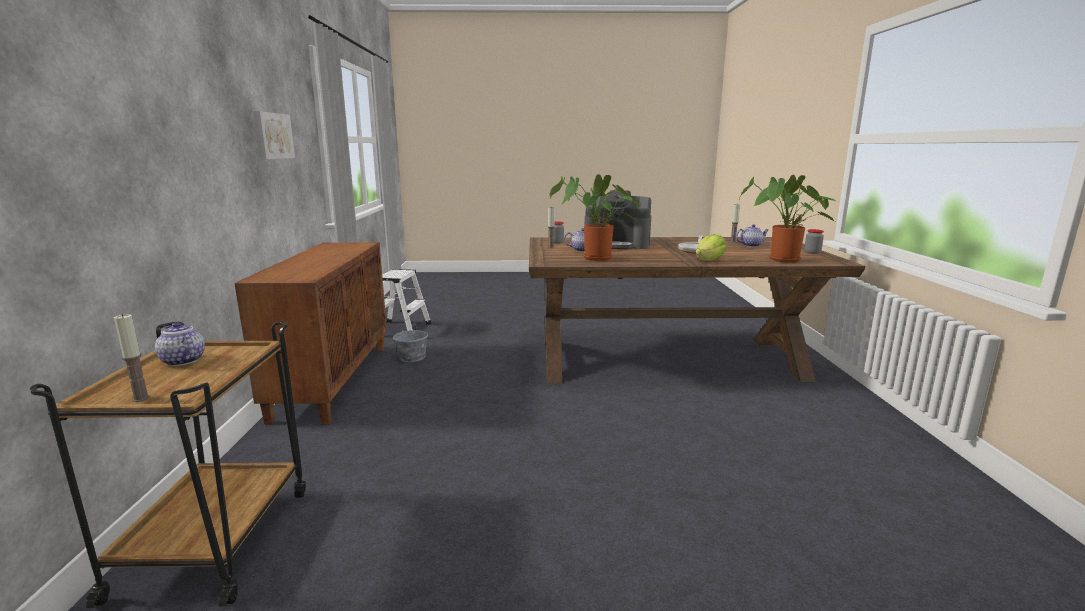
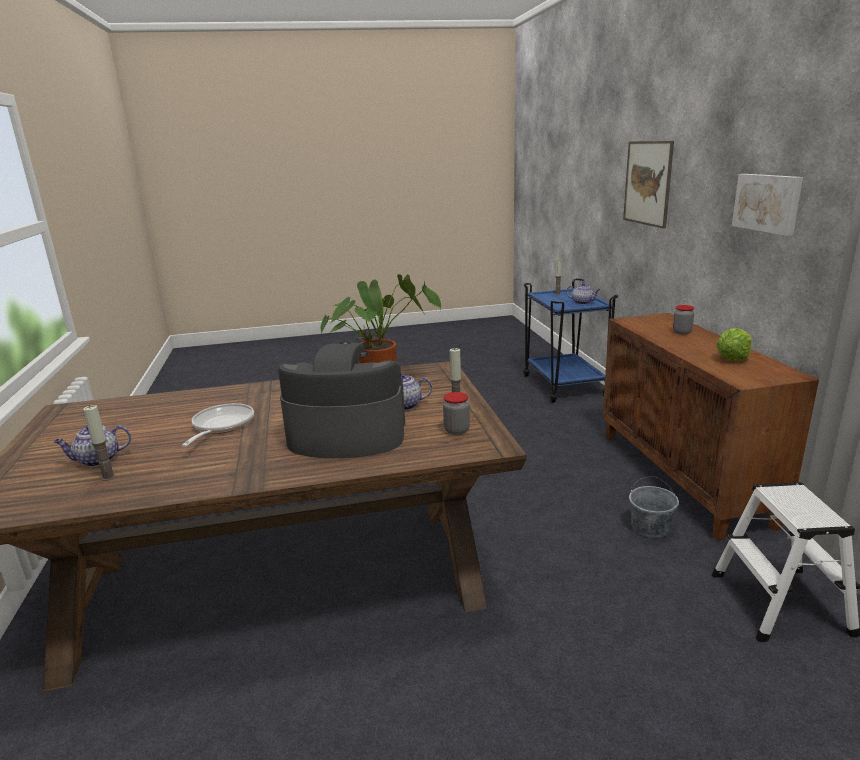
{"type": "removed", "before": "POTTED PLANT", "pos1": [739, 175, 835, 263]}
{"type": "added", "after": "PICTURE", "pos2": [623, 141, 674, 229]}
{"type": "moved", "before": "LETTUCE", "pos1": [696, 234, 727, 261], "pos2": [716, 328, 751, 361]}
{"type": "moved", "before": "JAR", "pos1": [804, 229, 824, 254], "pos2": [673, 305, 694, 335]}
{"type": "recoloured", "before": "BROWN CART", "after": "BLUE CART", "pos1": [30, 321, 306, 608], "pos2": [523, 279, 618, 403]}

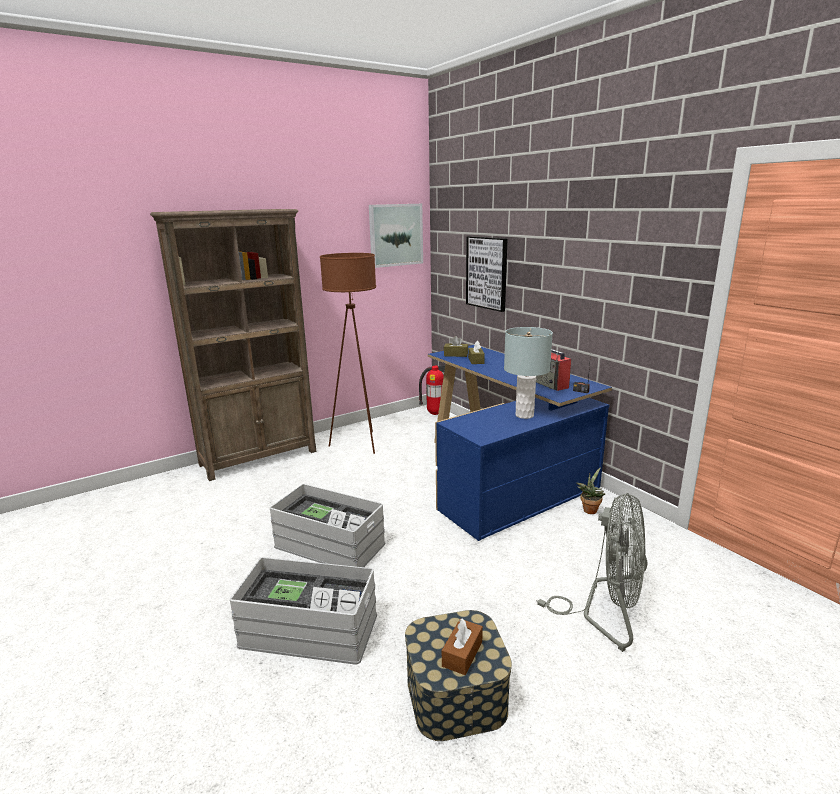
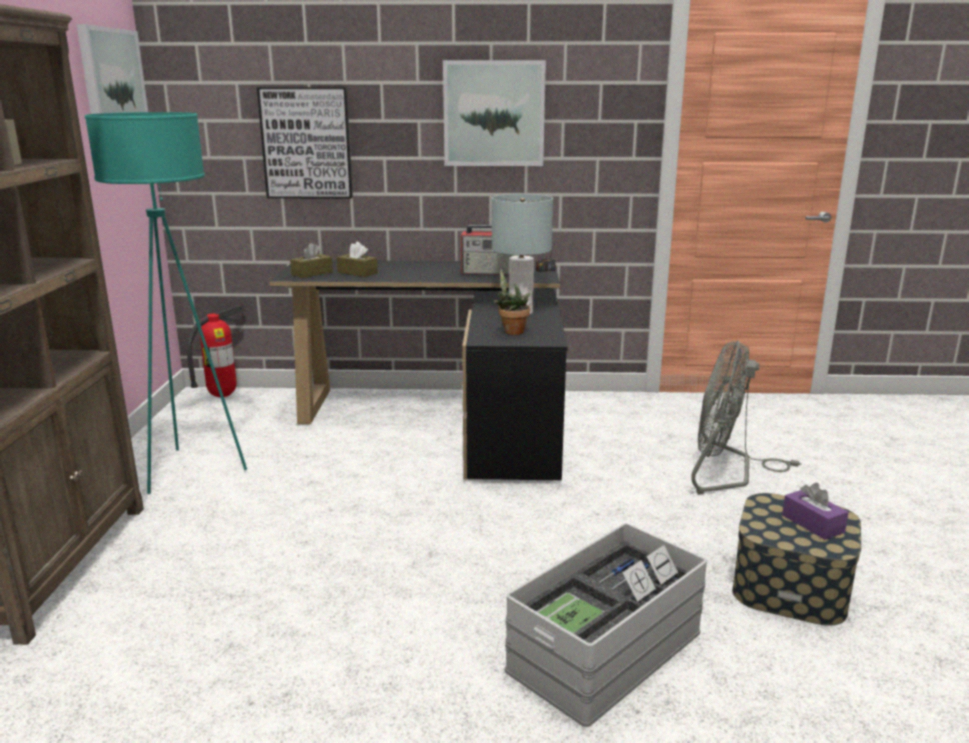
{"type": "removed", "before": "GREY STORAGE BOX", "pos1": [270, 484, 386, 567]}
{"type": "added", "after": "PICTURE", "pos2": [443, 60, 546, 166]}
{"type": "moved", "before": "POTTED PLANT", "pos1": [577, 467, 605, 514], "pos2": [493, 269, 530, 335]}
{"type": "recoloured", "before": "BROWN FLOOR LAMP", "after": "TURQUOISE FLOOR LAMP", "pos1": [320, 253, 376, 454], "pos2": [85, 112, 247, 494]}
{"type": "recoloured", "before": "BLUE DESK", "after": "BLACK DESK", "pos1": [428, 345, 612, 541], "pos2": [270, 260, 568, 480]}
{"type": "recoloured", "before": "BROWN TISSUE BOX", "after": "PURPLE TISSUE BOX", "pos1": [442, 618, 483, 675], "pos2": [782, 483, 849, 540]}
{"type": "turned", "before": "GREY FAN", "pos1": [536, 493, 648, 652], "pos2": [691, 340, 802, 495], "turn": -135}

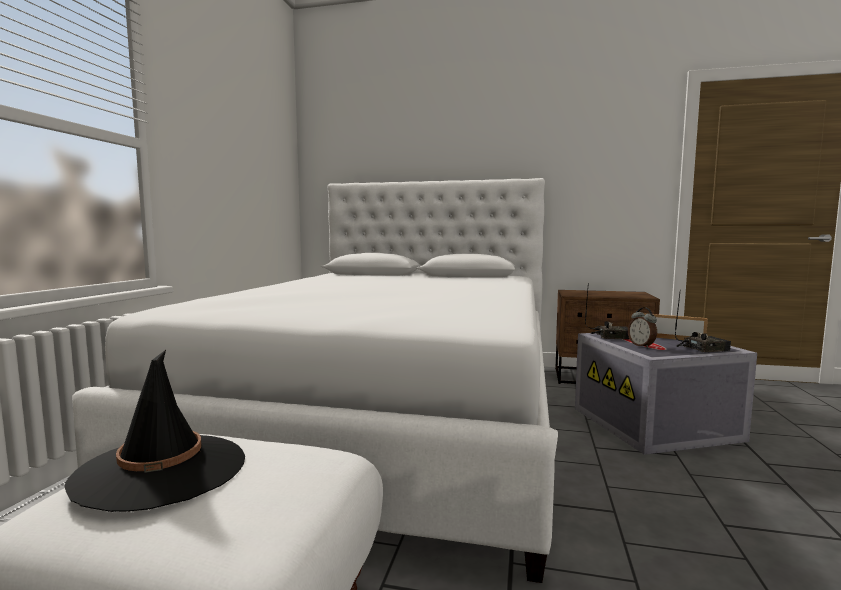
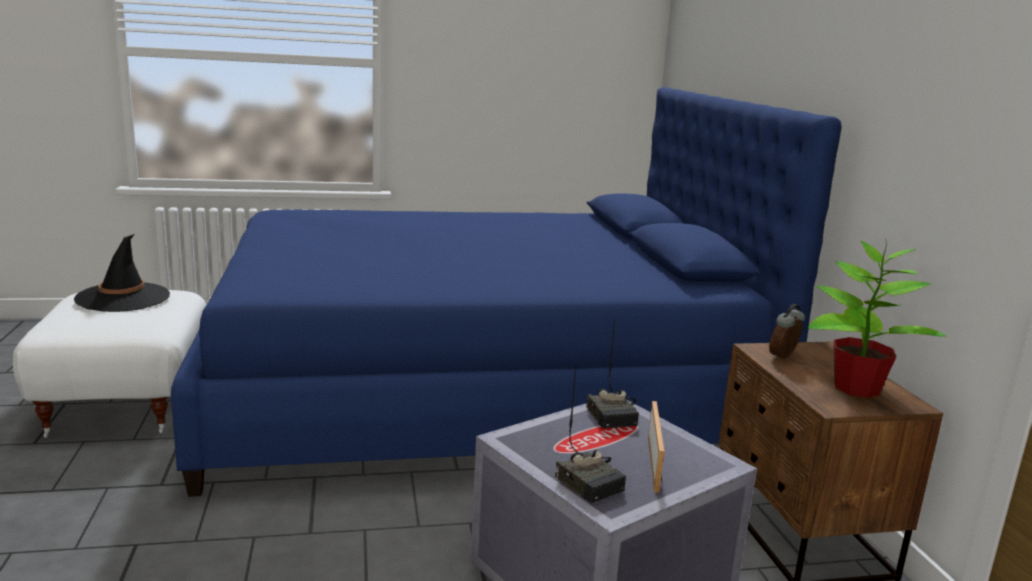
{"type": "added", "after": "POTTED PLANT", "pos2": [808, 239, 946, 398]}
{"type": "moved", "before": "ALARM CLOCK", "pos1": [628, 307, 657, 348], "pos2": [769, 304, 805, 360]}
{"type": "recoloured", "before": "WHITE BED", "after": "BLUE BED", "pos1": [72, 178, 558, 583], "pos2": [171, 87, 842, 497]}

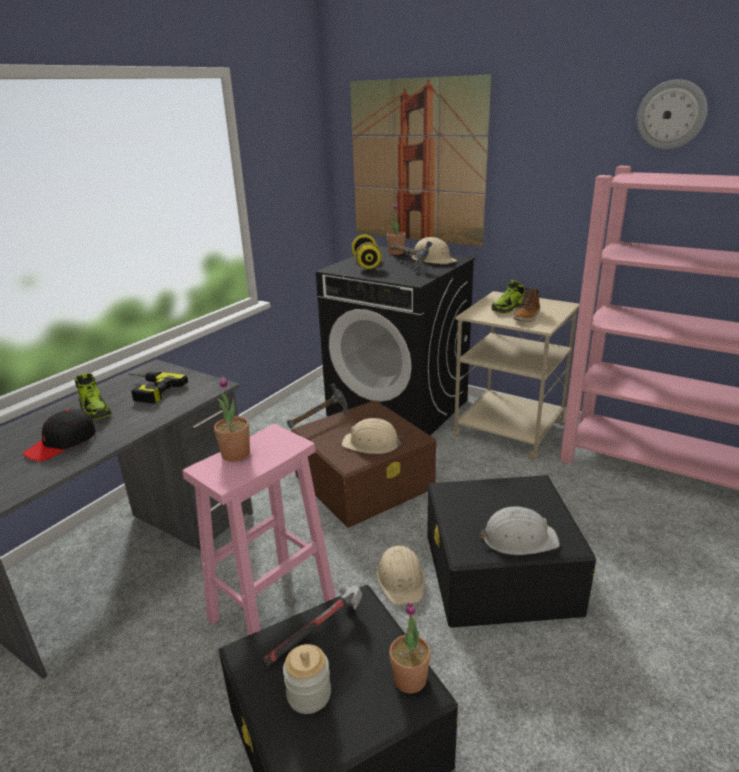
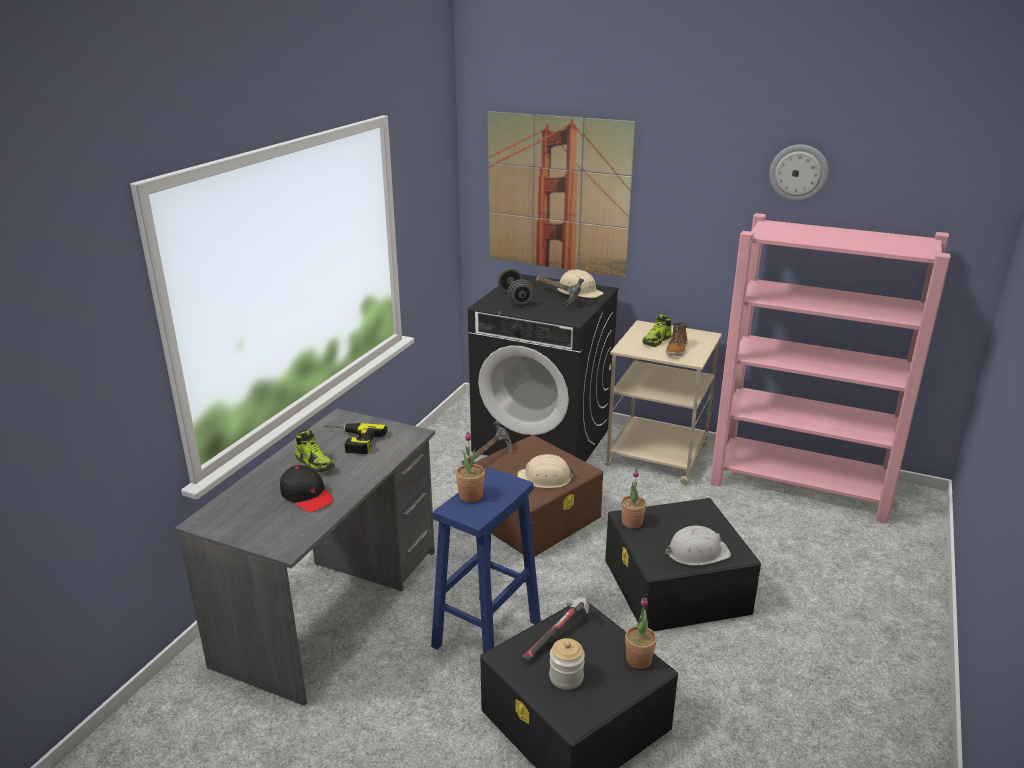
{"type": "removed", "before": "BEIGE HARD HAT", "pos1": [376, 545, 425, 605]}
{"type": "moved", "before": "POTTED PLANT", "pos1": [387, 204, 406, 255], "pos2": [621, 470, 646, 529]}
{"type": "recoloured", "before": "PINK STOOL", "after": "BLUE STOOL", "pos1": [182, 424, 336, 635], "pos2": [431, 468, 541, 653]}
{"type": "recoloured", "before": "YELLOW DUMBBELL", "after": "GREY DUMBBELL", "pos1": [352, 235, 382, 269], "pos2": [498, 268, 533, 305]}
{"type": "turned", "before": "BLACK CAP", "pos1": [23, 409, 96, 462], "pos2": [280, 465, 334, 512], "turn": -75}

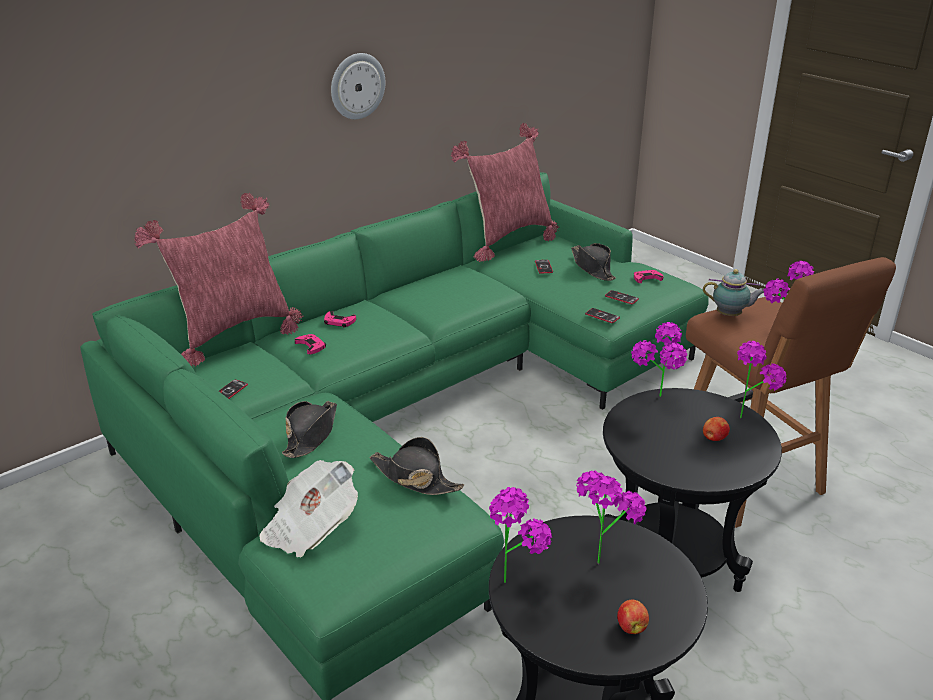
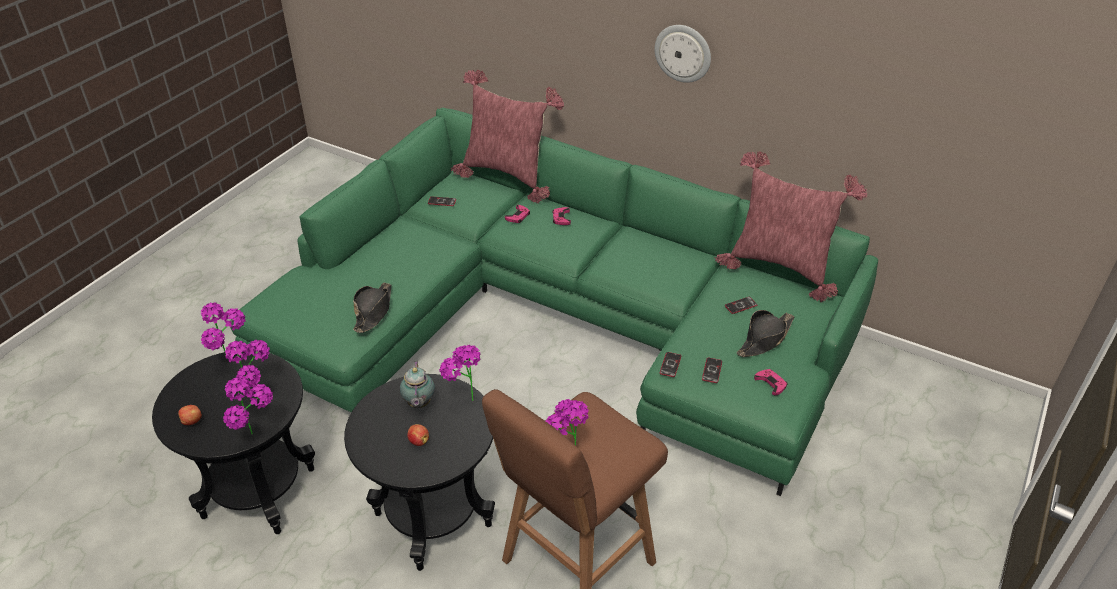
{"type": "removed", "before": "NEWSPAPER", "pos1": [259, 460, 358, 557]}
{"type": "removed", "before": "BLACK HAT", "pos1": [282, 401, 337, 458]}
{"type": "moved", "before": "TEAPOT", "pos1": [703, 269, 765, 316], "pos2": [400, 361, 435, 408]}
{"type": "moved", "before": "POTTED PLANT", "pos1": [737, 341, 786, 418], "pos2": [223, 377, 273, 434]}

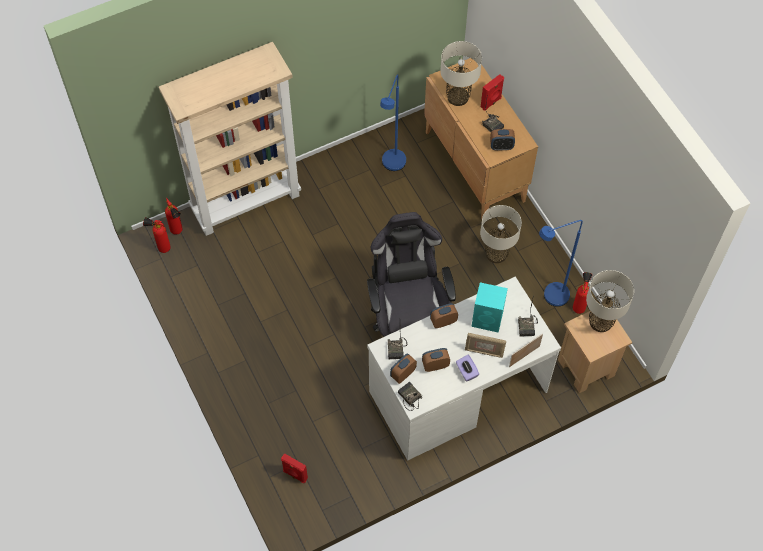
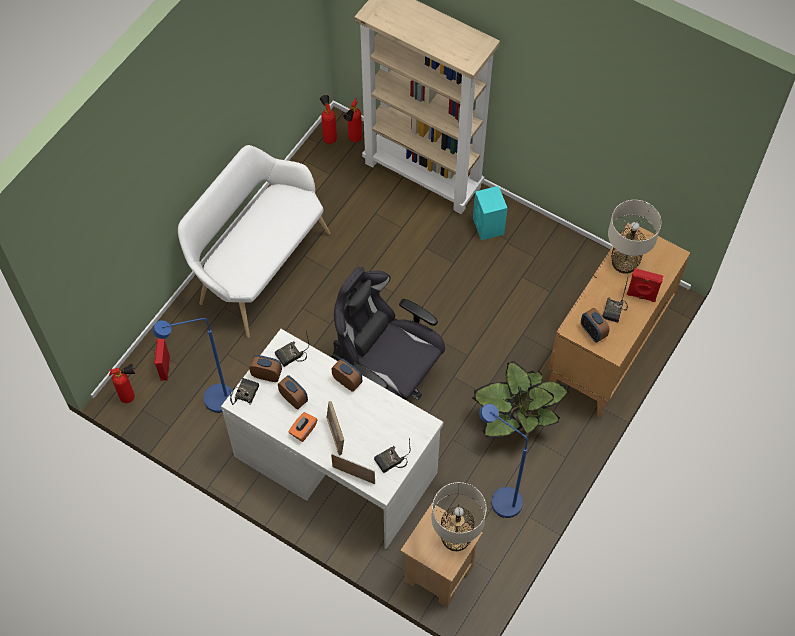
{"type": "added", "after": "WHITE BENCH", "pos2": [178, 145, 330, 338]}
{"type": "moved", "before": "BLUE FLOOR LAMP", "pos1": [380, 74, 406, 171], "pos2": [153, 318, 232, 413]}
{"type": "moved", "before": "TURQUOISE SPEAKER", "pos1": [471, 282, 508, 333], "pos2": [473, 186, 507, 240]}
{"type": "moved", "before": "FIRE EXTINGUISHER", "pos1": [573, 272, 592, 314], "pos2": [109, 364, 135, 403]}
{"type": "replaced", "before": "TABLE LAMP", "after": "POTTED PLANT", "pos1": [480, 205, 522, 263], "pos2": [472, 361, 569, 438]}
{"type": "recoloured", "before": "PURPLE TISSUE BOX", "after": "ORANGE TISSUE BOX", "pos1": [456, 355, 479, 382], "pos2": [289, 412, 318, 442]}
{"type": "turned", "before": "BLACK OFFICE CHAIR", "pos1": [367, 212, 456, 337], "pos2": [331, 267, 445, 400], "turn": -105}

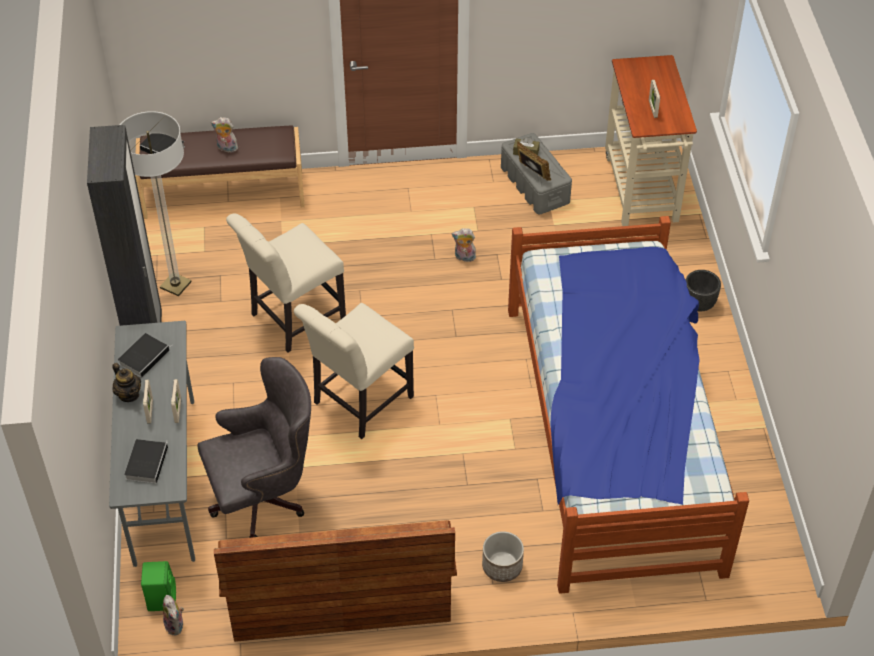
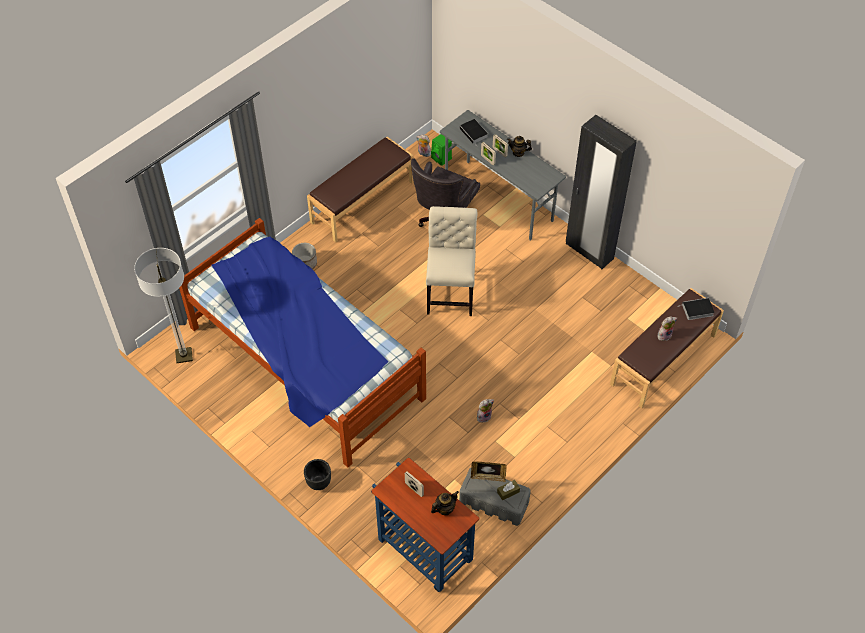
{"type": "removed", "before": "BOOK", "pos1": [118, 333, 172, 378]}
{"type": "removed", "before": "BEIGE CHAIR", "pos1": [226, 213, 346, 353]}
{"type": "added", "after": "TEAPOT", "pos2": [431, 491, 459, 515]}
{"type": "moved", "before": "FLOOR LAMP", "pos1": [120, 111, 192, 296], "pos2": [134, 248, 193, 363]}
{"type": "replaced", "before": "BROWN DRESSER", "after": "BROWN BENCH", "pos1": [214, 520, 457, 642], "pos2": [307, 137, 414, 243]}
{"type": "recoloured", "before": "BEIGE CART", "after": "BLUE CART", "pos1": [605, 55, 697, 226], "pos2": [371, 458, 479, 592]}

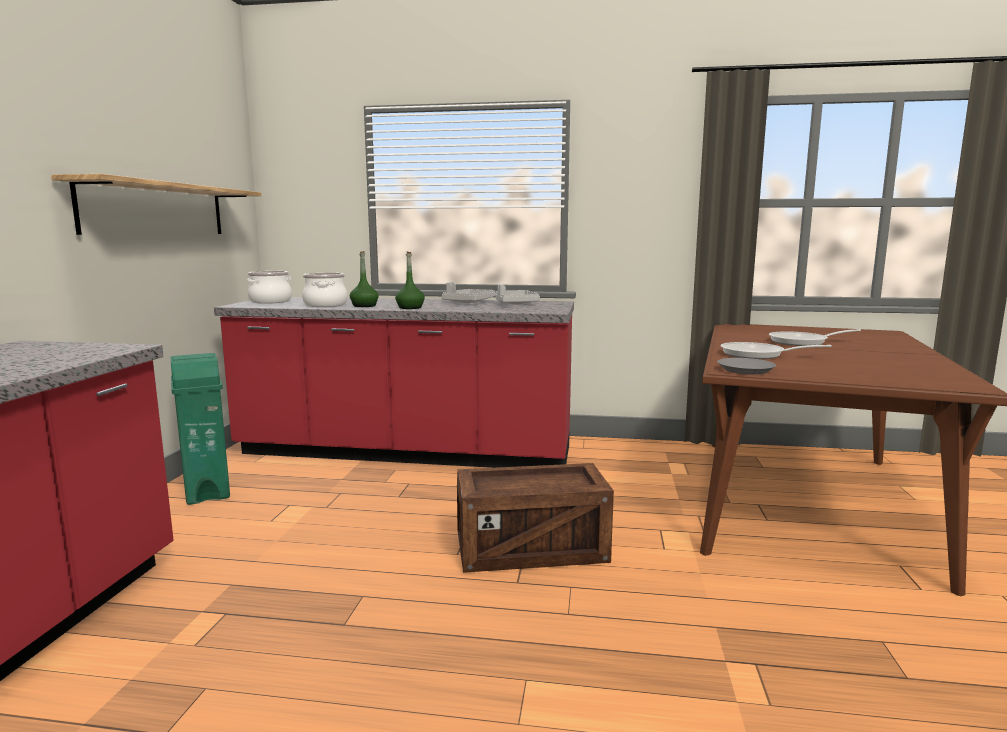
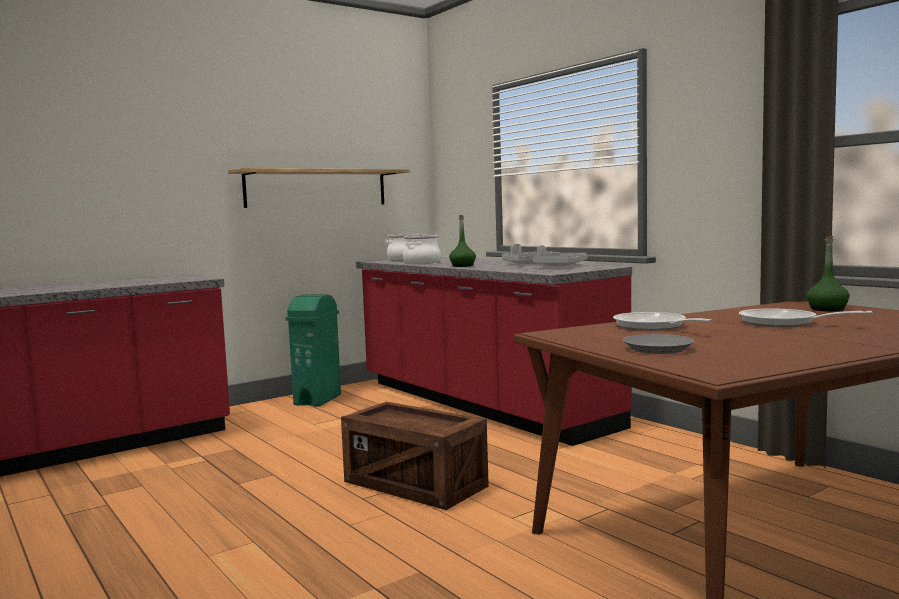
{"type": "moved", "before": "GREEN BOTTLE", "pos1": [350, 251, 379, 307], "pos2": [806, 236, 850, 311]}
{"type": "moved", "before": "GREY PLATE", "pos1": [717, 358, 776, 375], "pos2": [623, 334, 694, 354]}

